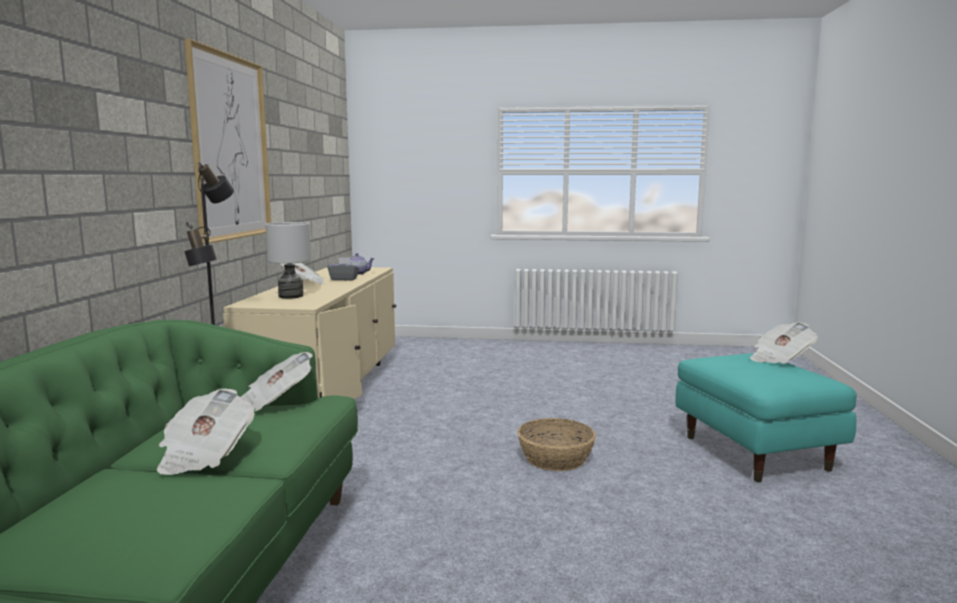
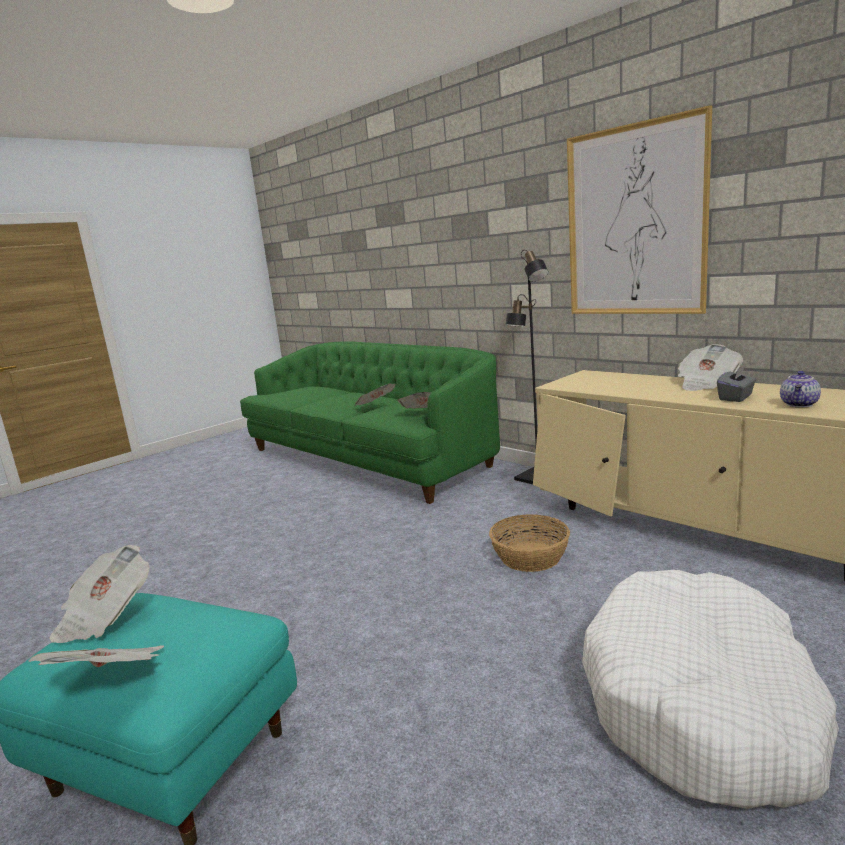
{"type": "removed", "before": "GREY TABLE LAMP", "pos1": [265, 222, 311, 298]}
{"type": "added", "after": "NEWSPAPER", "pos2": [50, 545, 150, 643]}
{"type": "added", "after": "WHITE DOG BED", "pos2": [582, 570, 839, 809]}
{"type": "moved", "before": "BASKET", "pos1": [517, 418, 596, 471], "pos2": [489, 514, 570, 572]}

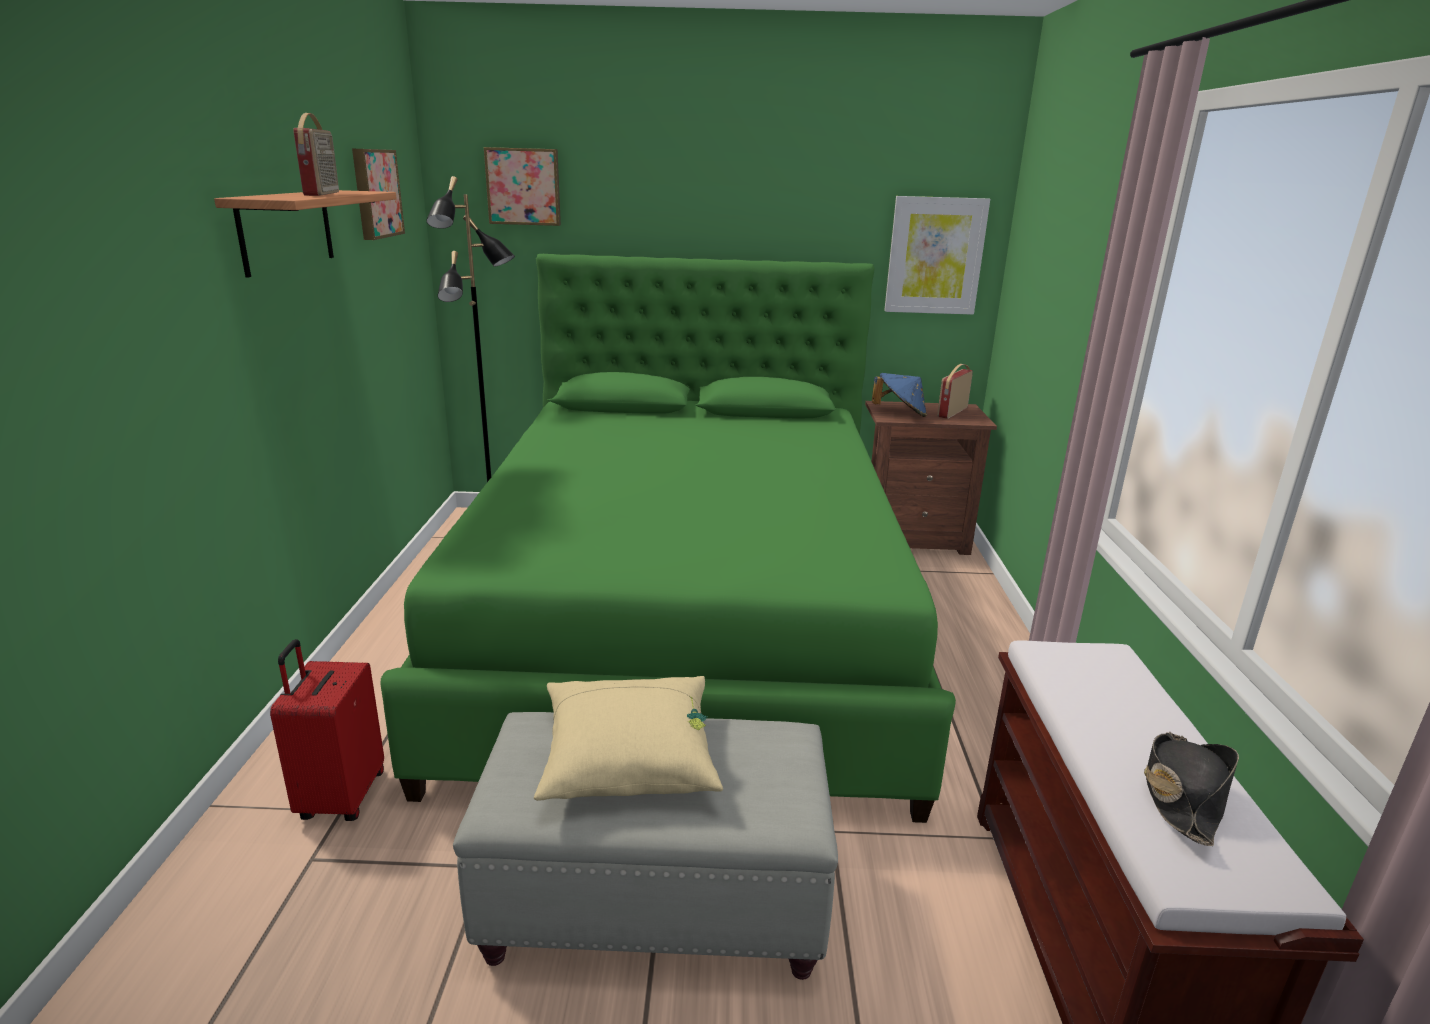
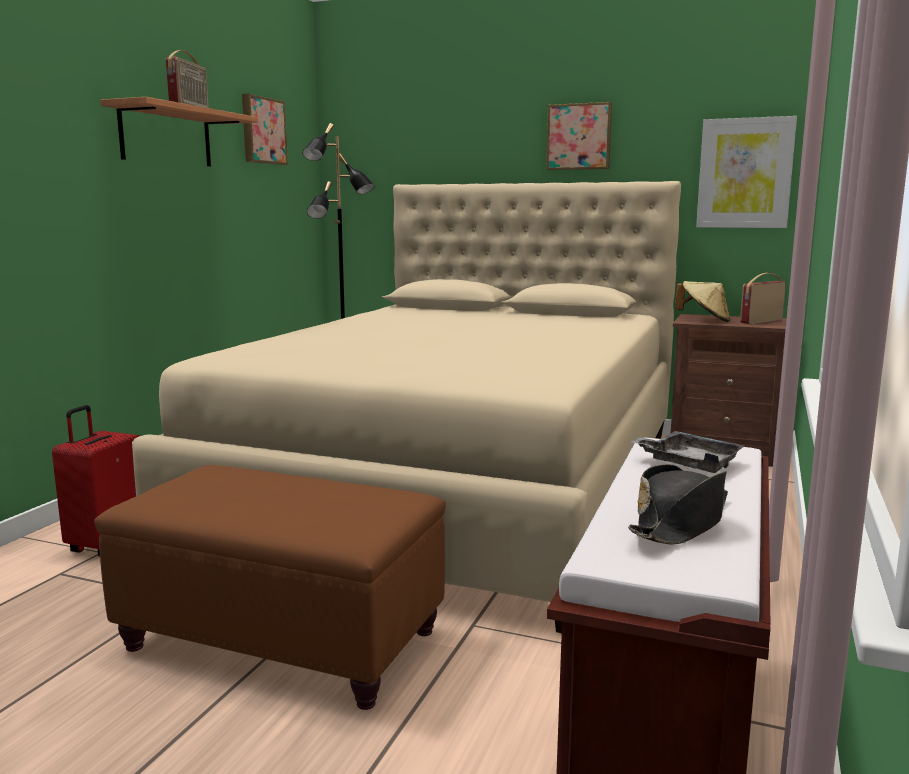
{"type": "removed", "before": "BEIGE PILLOW", "pos1": [534, 676, 723, 801]}
{"type": "added", "after": "GREY TRAY", "pos2": [630, 431, 745, 473]}
{"type": "moved", "before": "PICTURE", "pos1": [484, 147, 561, 226], "pos2": [546, 102, 612, 170]}
{"type": "recoloured", "before": "GREEN BED", "after": "BEIGE BED", "pos1": [380, 254, 956, 823], "pos2": [132, 181, 681, 633]}
{"type": "recoloured", "before": "GREY OTTOMAN", "after": "BROWN OTTOMAN", "pos1": [453, 712, 838, 980], "pos2": [94, 465, 446, 710]}
{"type": "recoloured", "before": "BLUE HAT", "after": "BEIGE HAT", "pos1": [872, 373, 927, 417], "pos2": [675, 281, 730, 322]}

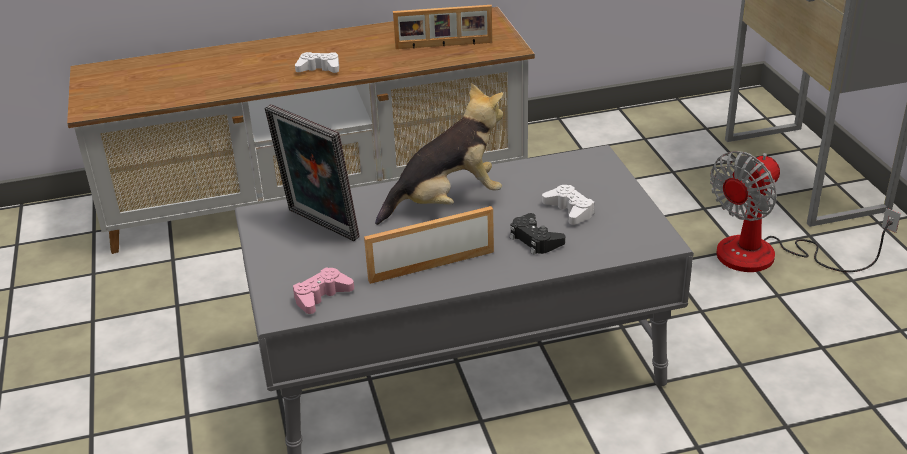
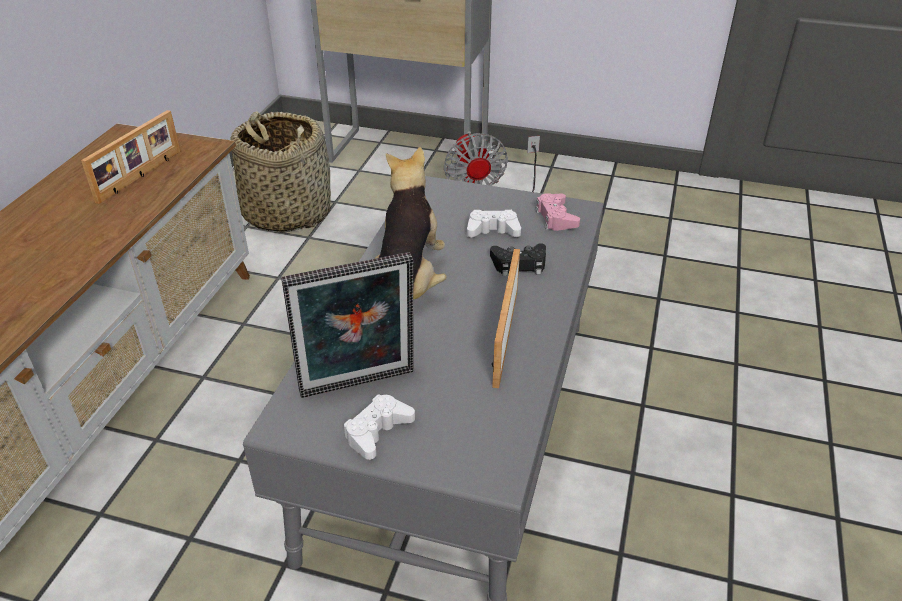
{"type": "added", "after": "BASKET", "pos2": [230, 112, 331, 233]}
{"type": "moved", "before": "PINK GAME CONTROLLER", "pos1": [293, 267, 354, 314], "pos2": [535, 193, 580, 231]}
{"type": "moved", "before": "WHITE GAME CONTROLLER", "pos1": [295, 52, 339, 73], "pos2": [344, 394, 415, 460]}

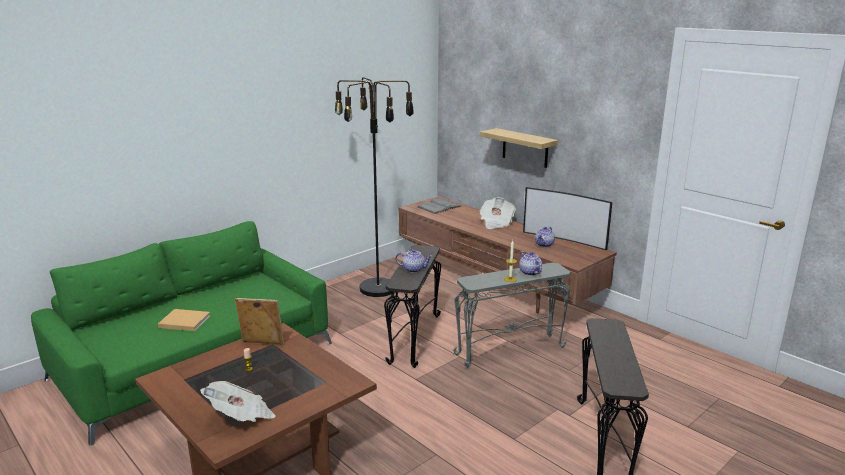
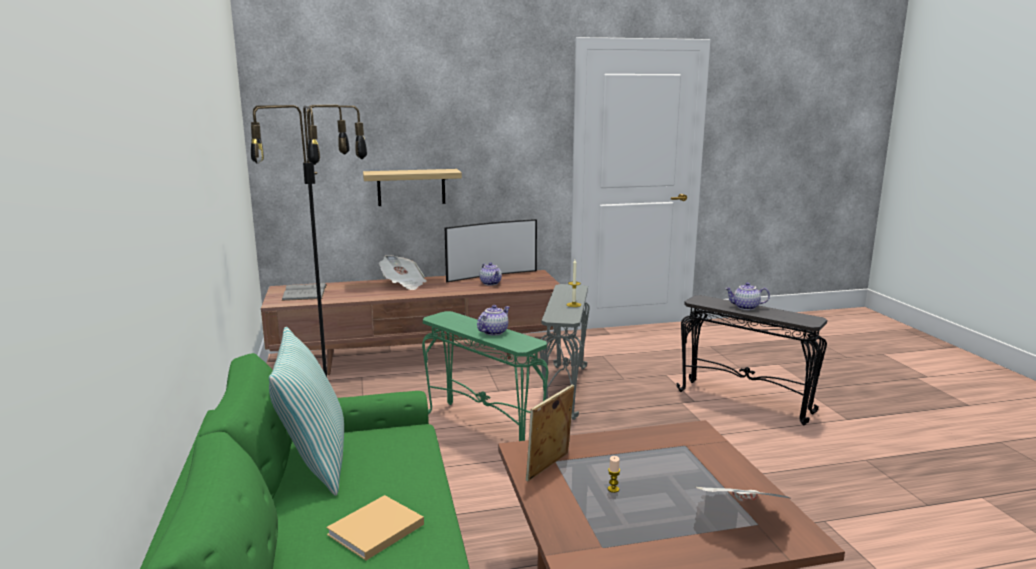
{"type": "added", "after": "PILLOW", "pos2": [269, 327, 344, 496]}
{"type": "moved", "before": "TEAPOT", "pos1": [519, 251, 542, 276], "pos2": [725, 282, 770, 310]}
{"type": "recoloured", "before": "BLACK SIDE TABLE", "after": "GREEN SIDE TABLE", "pos1": [384, 245, 441, 368], "pos2": [422, 311, 548, 441]}

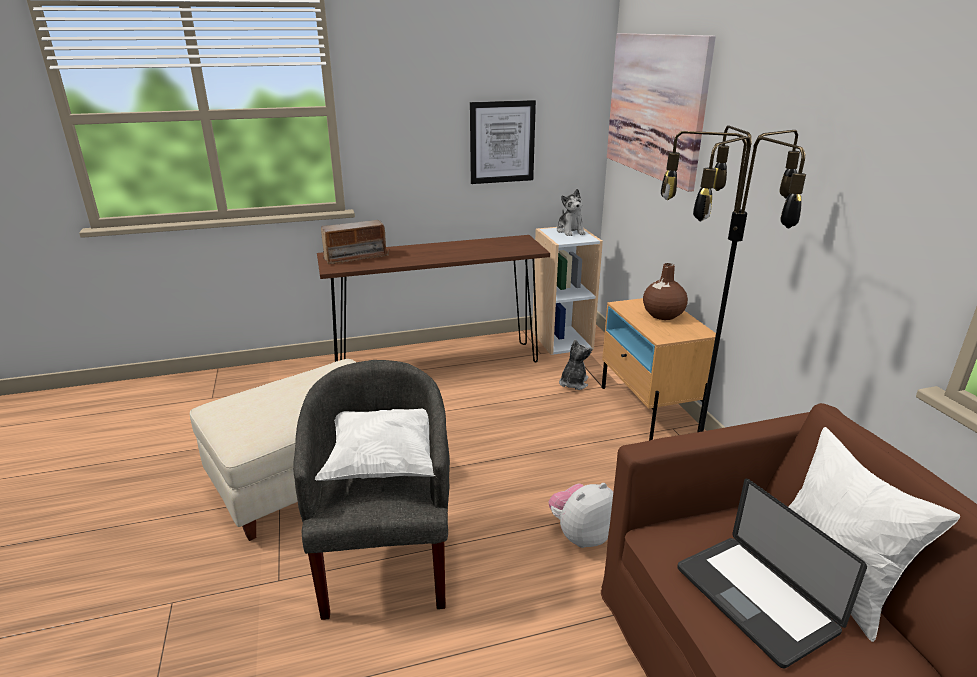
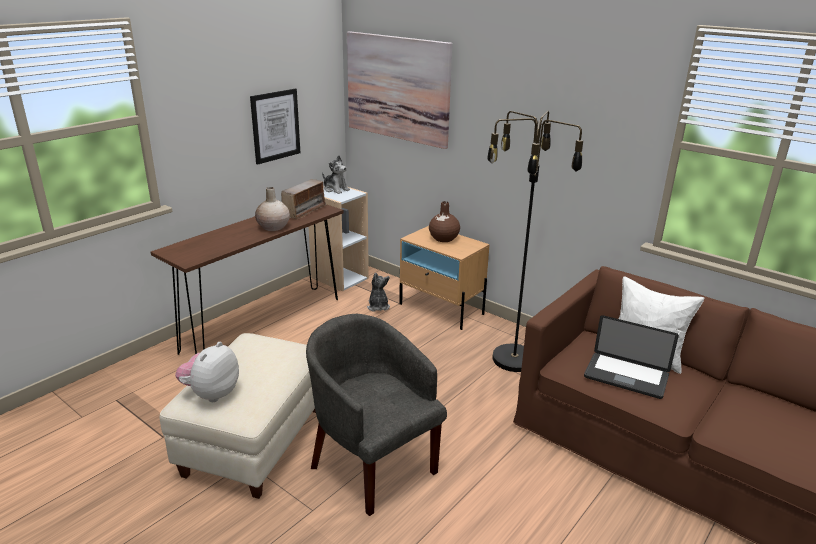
{"type": "removed", "before": "WHITE PILLOW", "pos1": [315, 408, 435, 481]}
{"type": "added", "after": "BEIGE VASE", "pos2": [255, 187, 290, 231]}
{"type": "moved", "before": "RADIO", "pos1": [321, 220, 389, 264], "pos2": [281, 179, 327, 219]}
{"type": "moved", "before": "PLUSH TOY", "pos1": [548, 483, 613, 548], "pos2": [175, 342, 239, 402]}

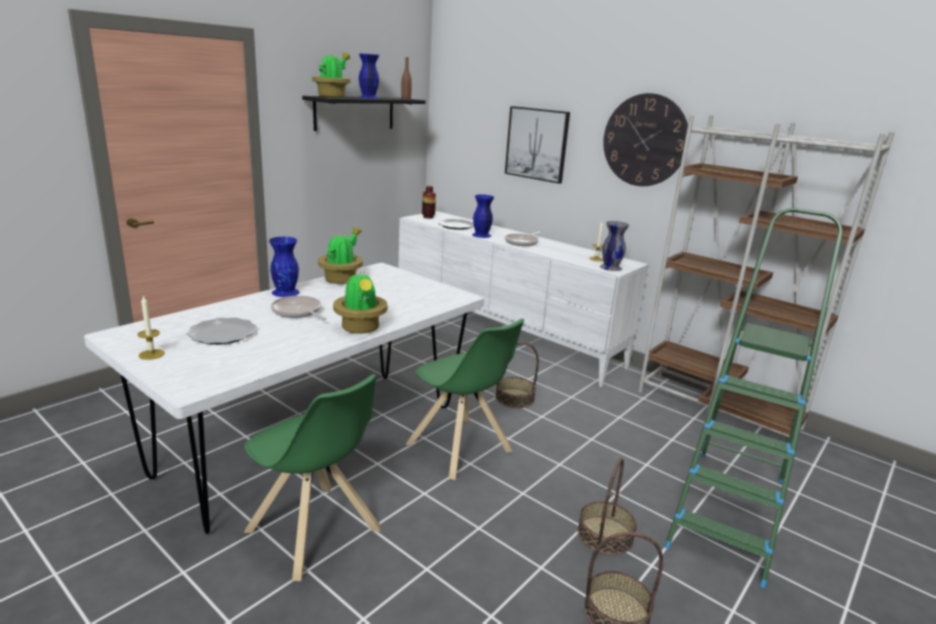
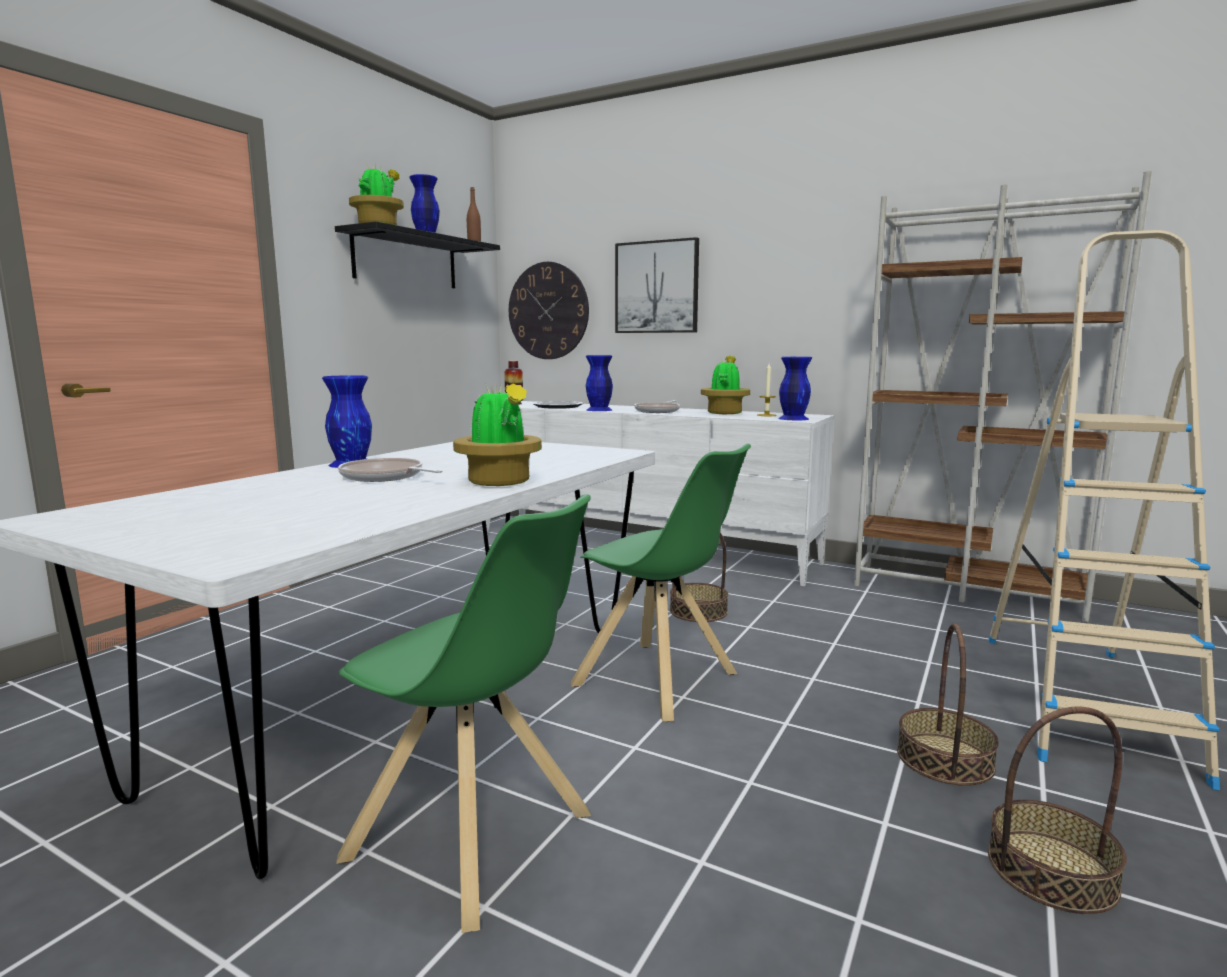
{"type": "removed", "before": "CANDLE", "pos1": [137, 296, 165, 360]}
{"type": "removed", "before": "PLATE", "pos1": [187, 318, 257, 345]}
{"type": "moved", "before": "POTTED PLANT", "pos1": [318, 227, 363, 284], "pos2": [701, 356, 750, 414]}
{"type": "moved", "before": "WALL CLOCK", "pos1": [603, 93, 688, 186], "pos2": [509, 262, 589, 359]}
{"type": "recoloured", "before": "GREY VASE", "after": "BLUE VASE", "pos1": [600, 221, 629, 271], "pos2": [778, 357, 812, 420]}
{"type": "recoloured", "before": "GREEN STEP LADDER", "after": "BEIGE STEP LADDER", "pos1": [665, 208, 843, 588], "pos2": [988, 230, 1220, 791]}

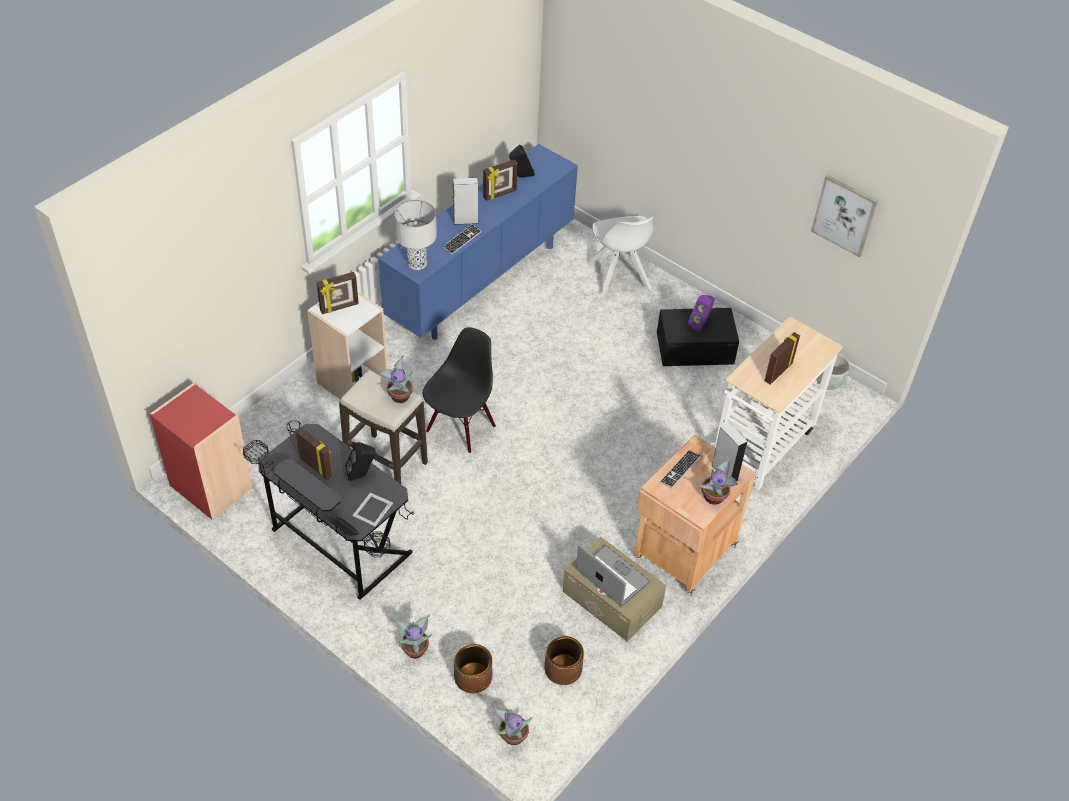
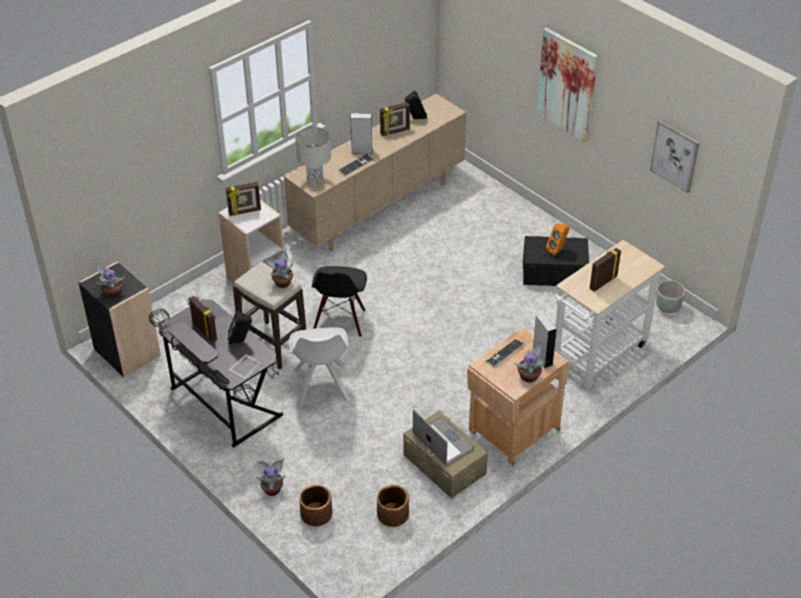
{"type": "added", "after": "PICTURE", "pos2": [536, 28, 598, 143]}
{"type": "moved", "before": "POTTED PLANT", "pos1": [494, 706, 532, 745], "pos2": [95, 262, 125, 298]}
{"type": "moved", "before": "WHITE CHAIR", "pos1": [587, 216, 654, 298], "pos2": [289, 328, 350, 407]}
{"type": "recoloured", "before": "RED BOOKCASE", "after": "BLACK BOOKCASE", "pos1": [149, 383, 253, 520], "pos2": [78, 261, 161, 377]}
{"type": "recoloured", "before": "BLUE CABINET", "after": "BEIGE CABINET", "pos1": [378, 144, 578, 340], "pos2": [284, 94, 466, 251]}
{"type": "recoloured", "before": "PURPLE SPEAKER", "after": "ORANGE SPEAKER", "pos1": [688, 295, 715, 332], "pos2": [546, 223, 570, 256]}
{"type": "turned", "before": "BLACK CHAIR", "pos1": [422, 327, 496, 453], "pos2": [312, 266, 367, 337], "turn": 150}

